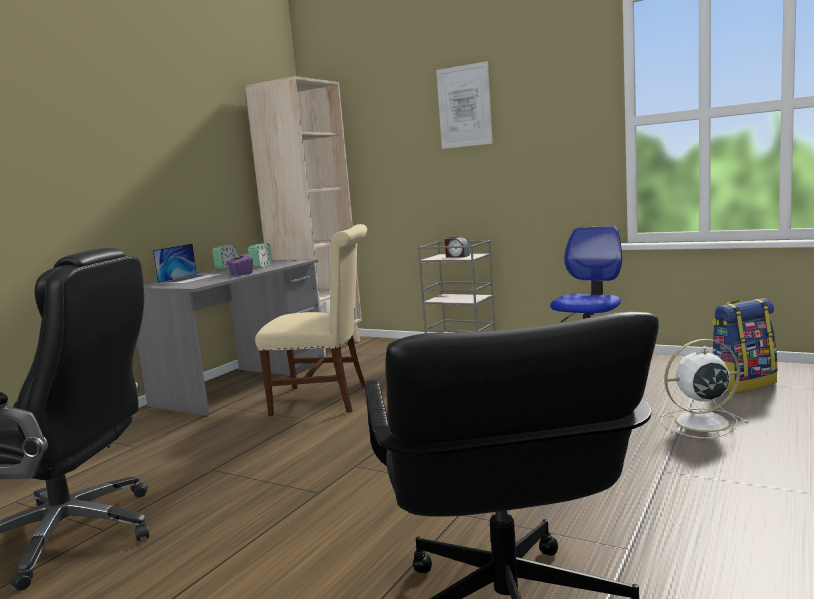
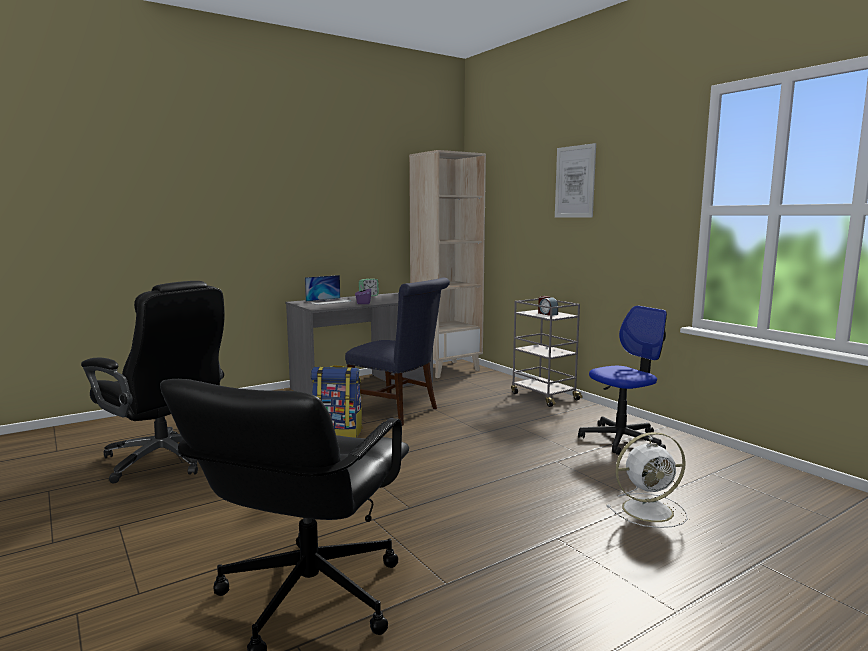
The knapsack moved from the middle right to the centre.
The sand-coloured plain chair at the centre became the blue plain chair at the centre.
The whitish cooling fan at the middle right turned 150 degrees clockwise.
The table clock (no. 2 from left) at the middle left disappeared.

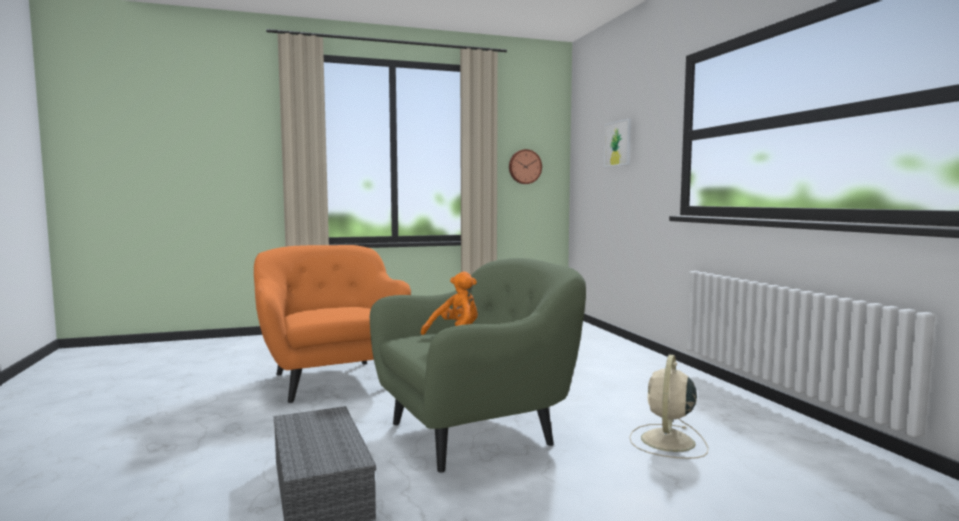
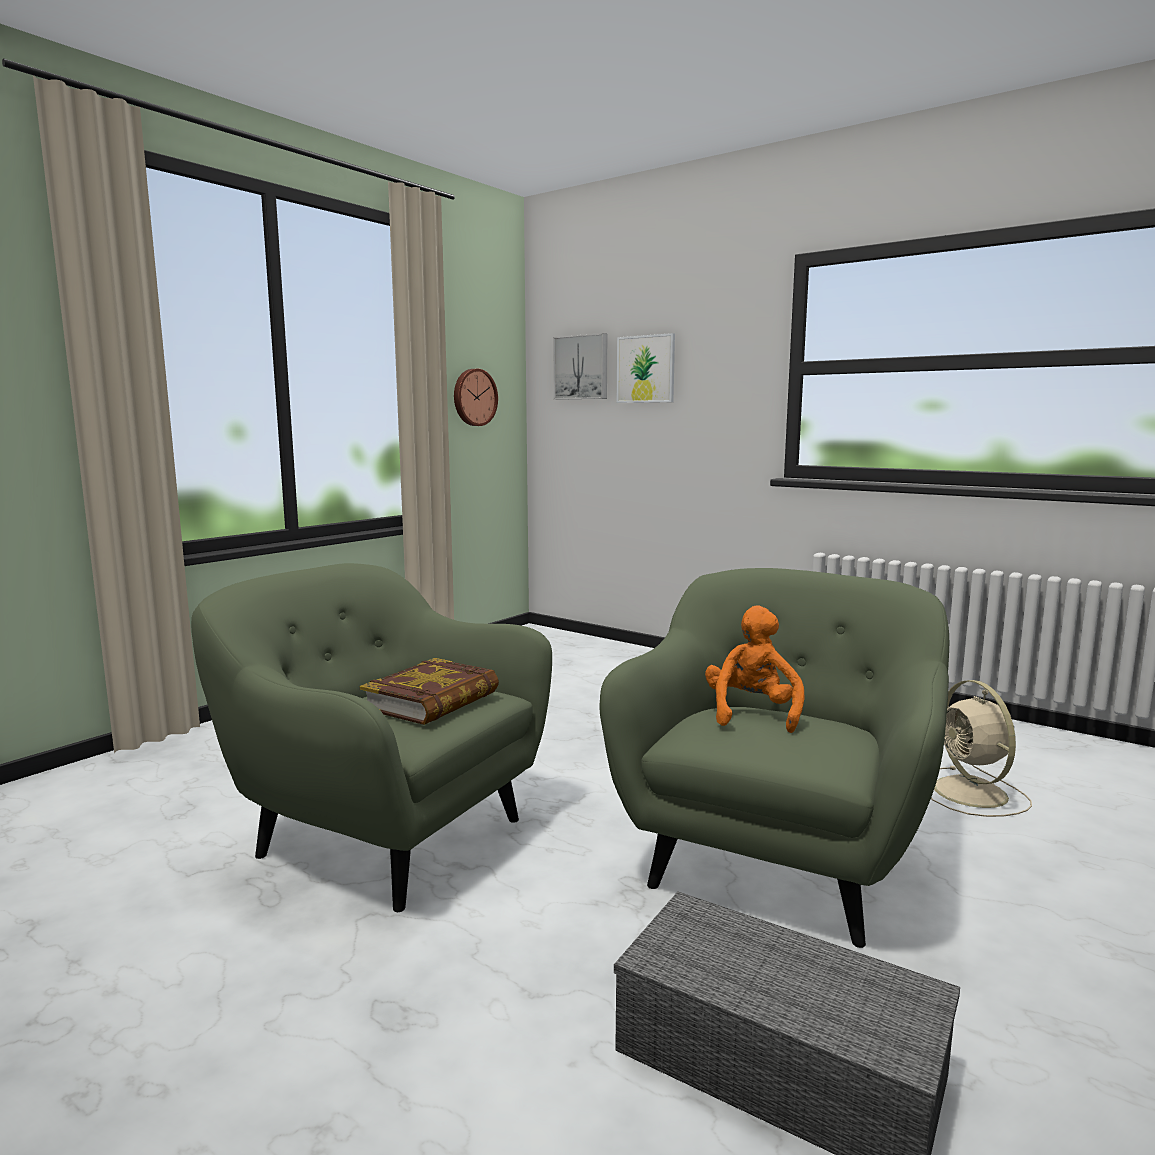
The orangey lounge chair at the centre became the green-coloured lounge chair (no. 1 from left) at the middle left.
The volume at the centre appeared.
The picture (no. 1 from left) at the top centre appeared.

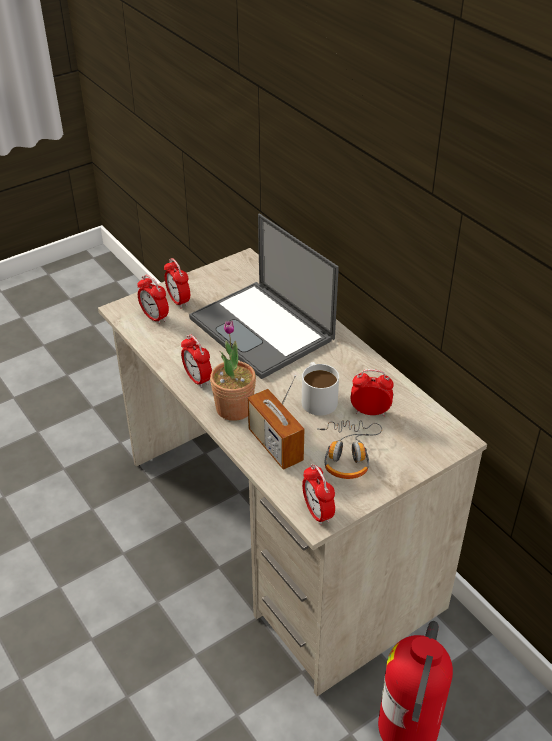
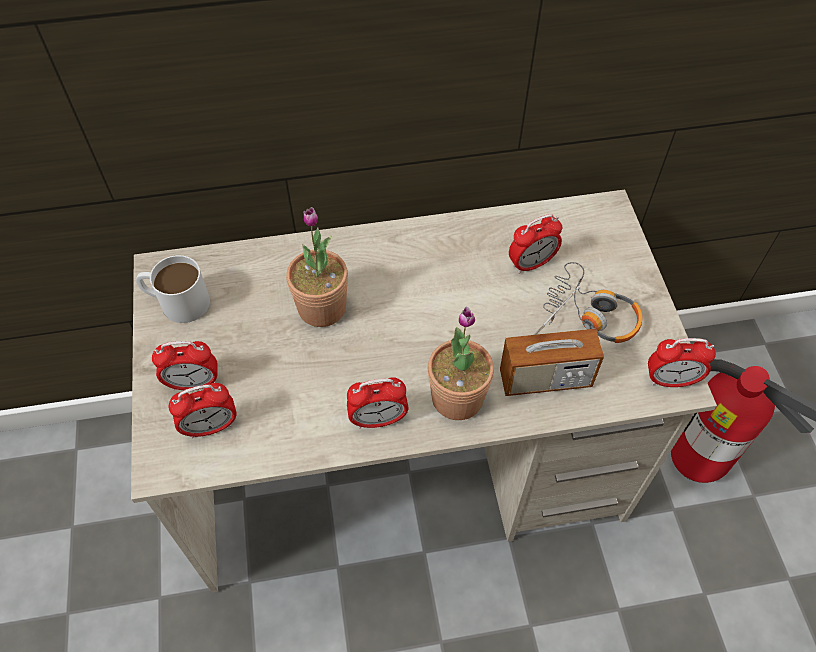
The whitish coffee mug moved from the centre to the middle left.
The laptop at the centre was replaced by the plant in a pot (no. 1 from left) at the centre.
The table clock (no. 5 from left in the first image) at the middle right turned 150 degrees counterclockwise.

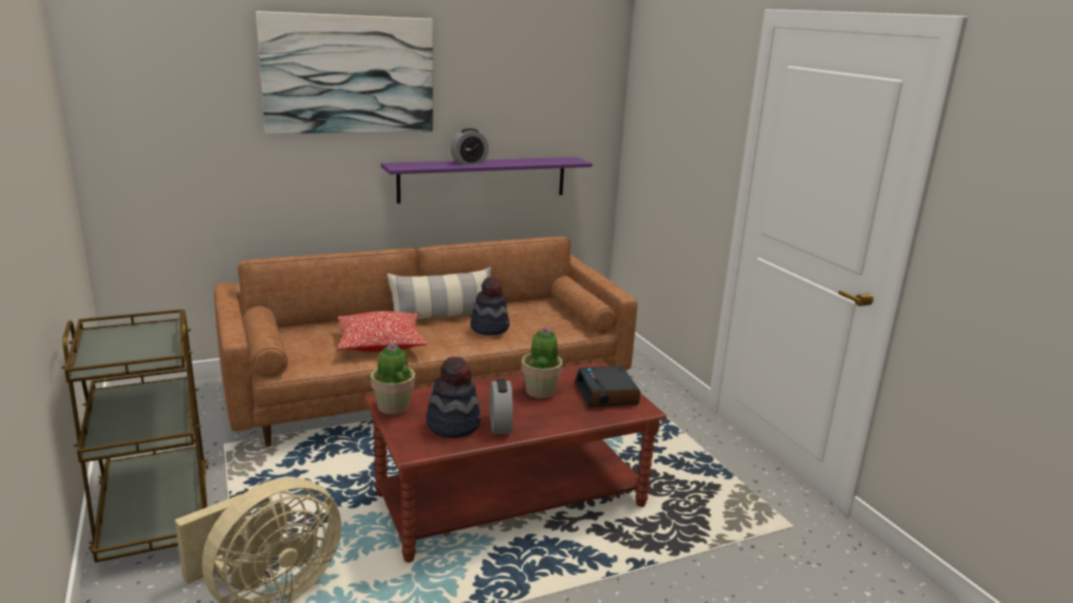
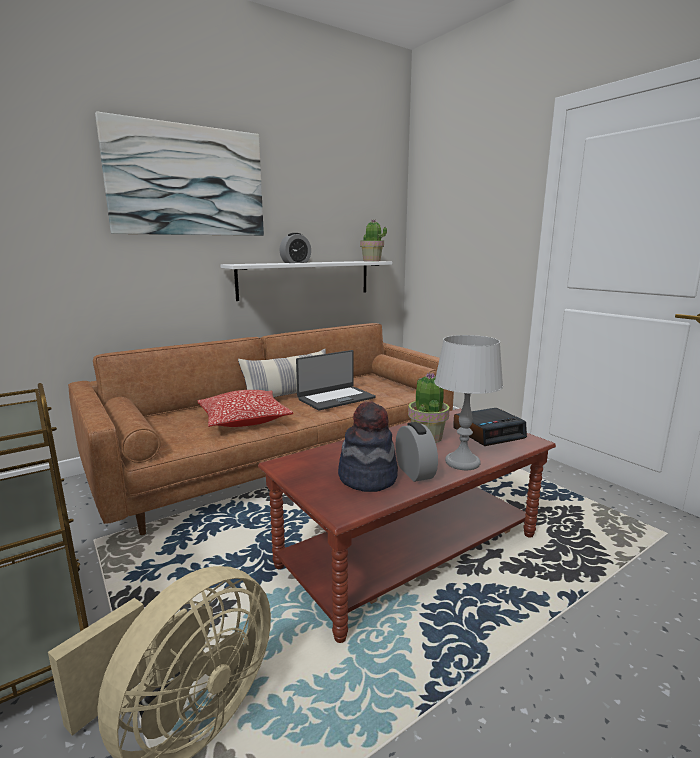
The purple bracket shelf at the top centre became the whitish bracket shelf at the centre.
The hat (no. 2 from left) at the centre was replaced by the laptop at the centre.
The plant in a pot (no. 1 from left) moved from the centre to the top centre.
The gray table lamp at the middle right appeared.
The table clock (no. 3 from left) at the centre turned 90 degrees counterclockwise.

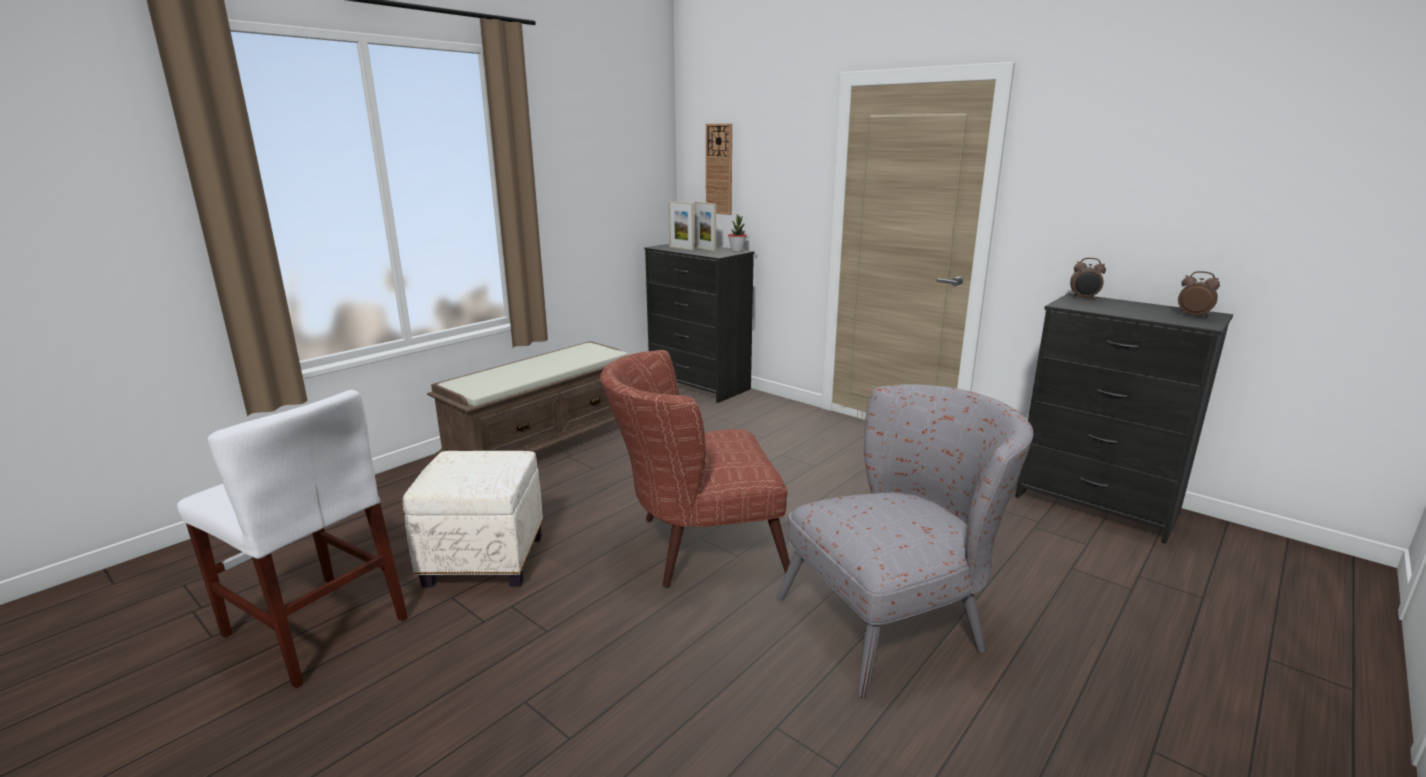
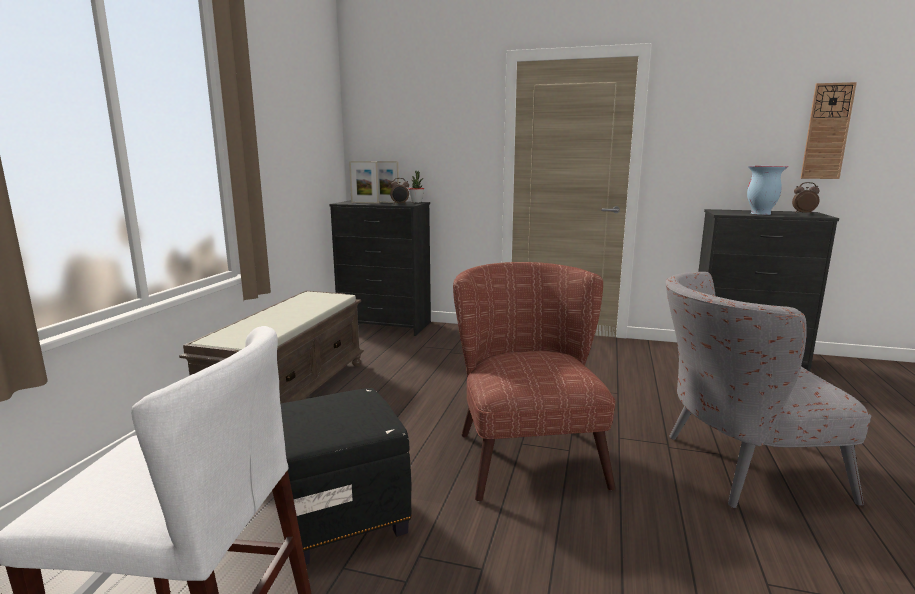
The whitish pouffe at the bottom left became the black-coloured pouffe at the bottom centre.
The table clock (no. 1 from left) moved from the middle right to the top centre.
The brown lounge chair at the centre turned 120 degrees clockwise.
The gray lounge chair at the bottom centre turned 135 degrees counterclockwise.
The decorative vase at the top right appeared.
The wall clock moved from the top centre to the top right.

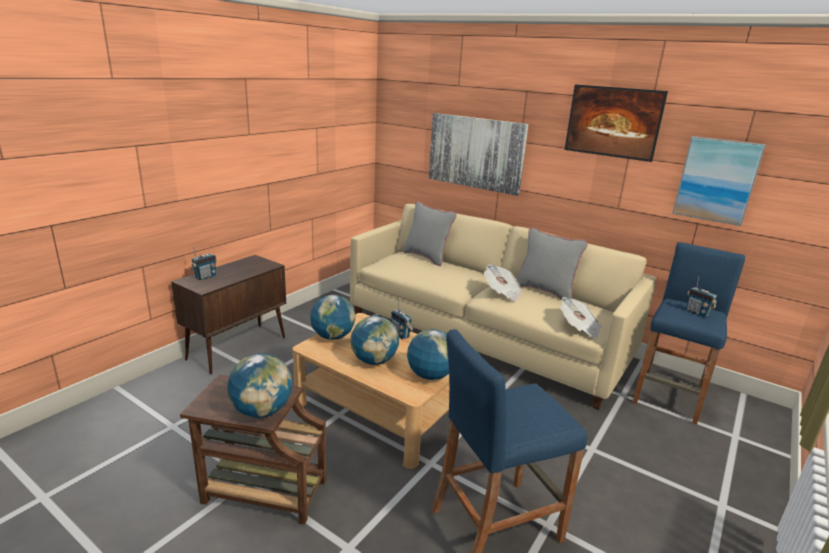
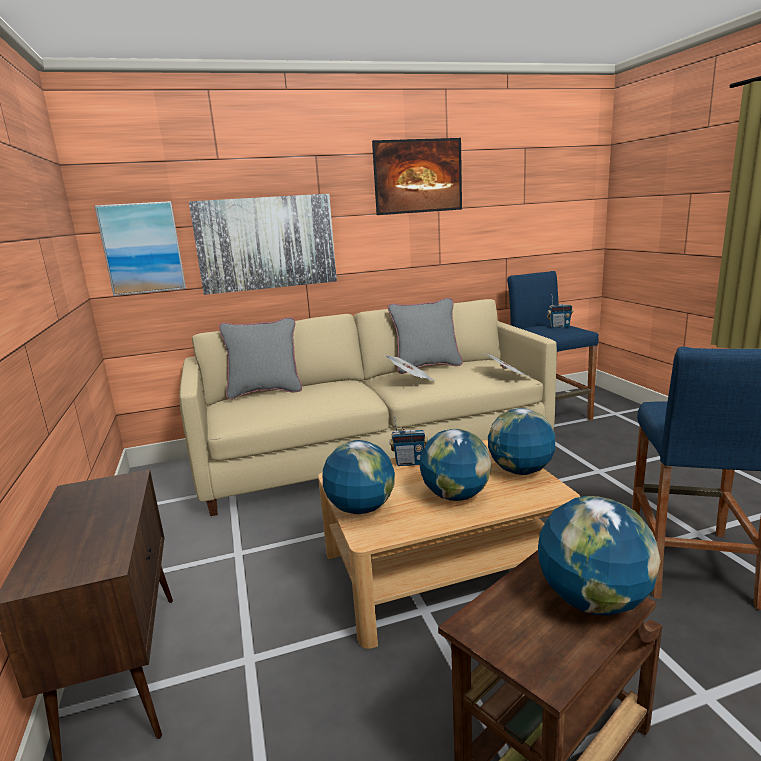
The picture (no. 3 from left in the first image) moved from the top right to the top left.
The radio receiver (no. 1 from left) at the middle left disappeared.

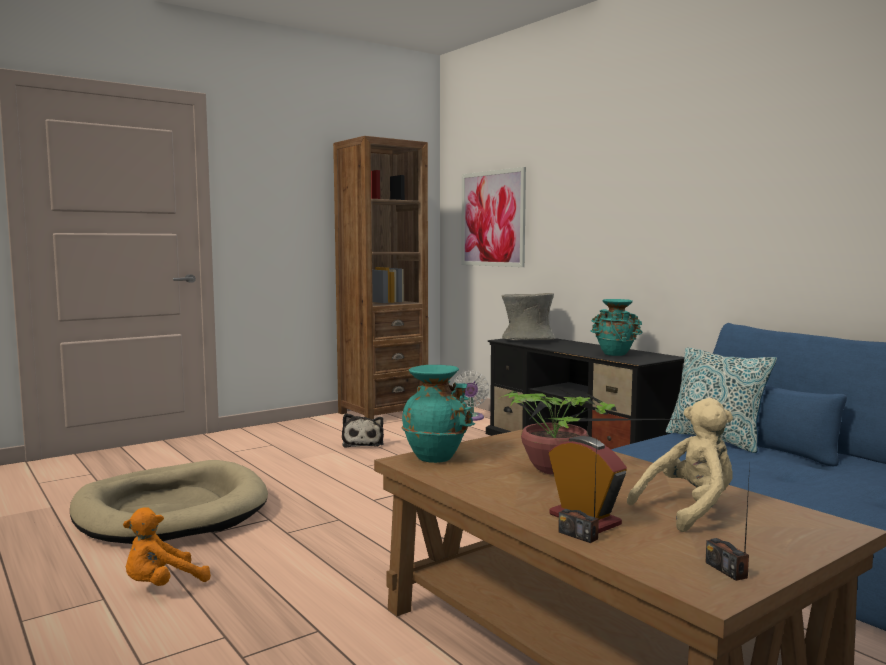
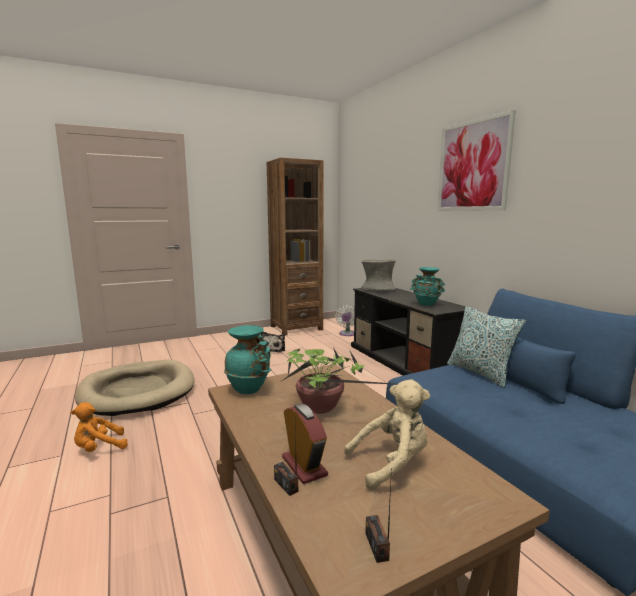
The picture moved from the top centre to the top right.

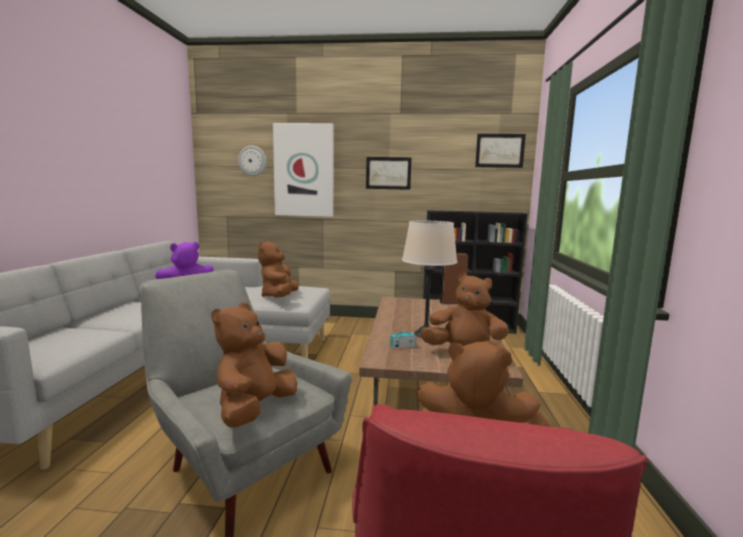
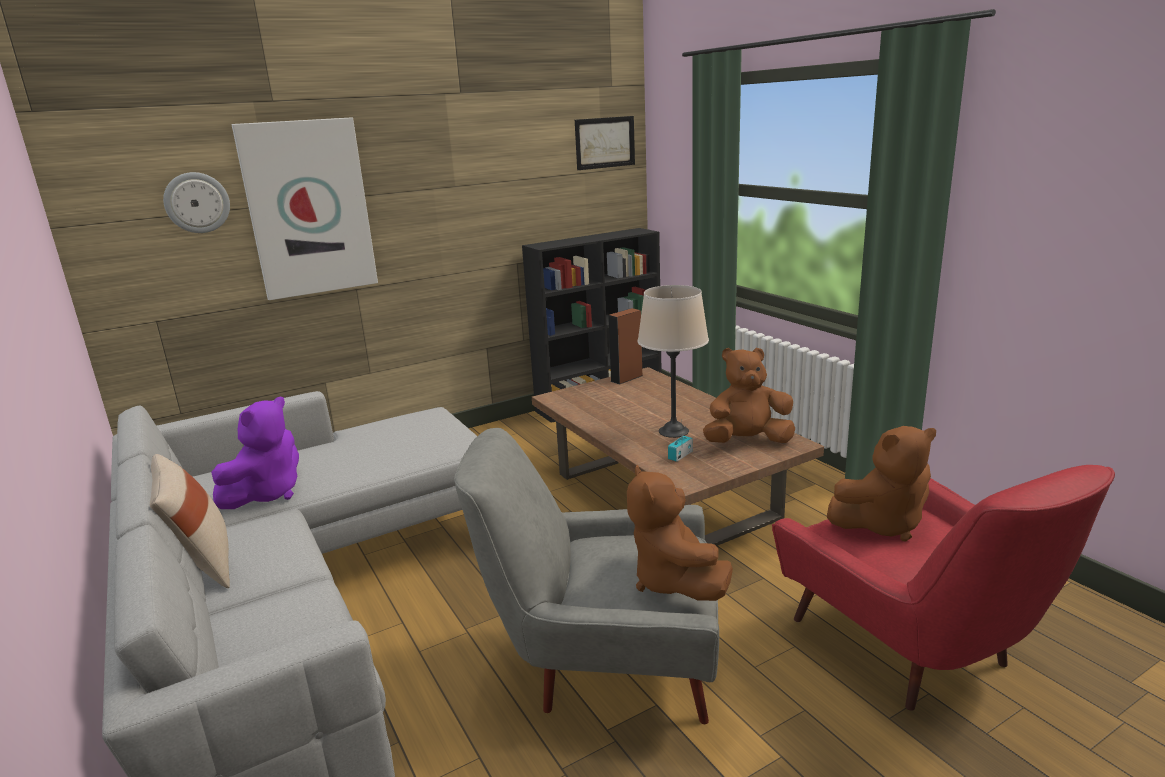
The sand-coloured cushion at the bottom left appeared.
The brown cuddly toy (no. 2 from left) at the centre disappeared.
The picture (no. 2 from left) at the top centre disappeared.

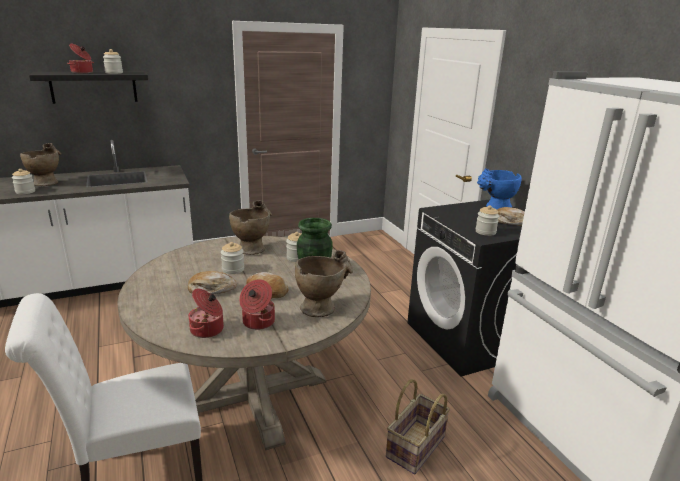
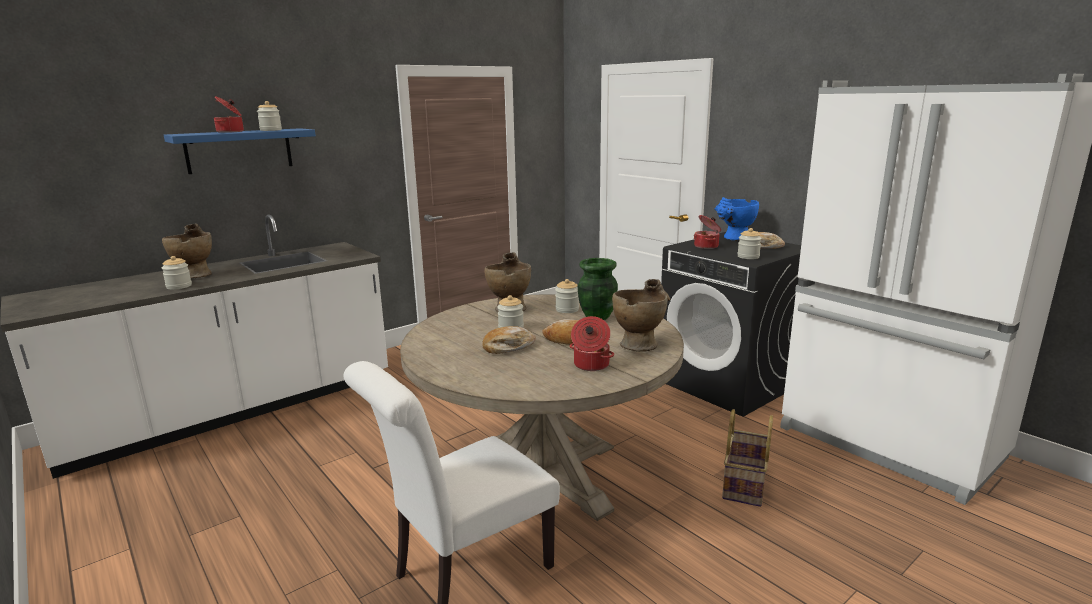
The black-coloured bracket shelf at the top left became the blue bracket shelf at the top left.
The stockpot (no. 2 from left in the first image) moved from the middle left to the centre.

